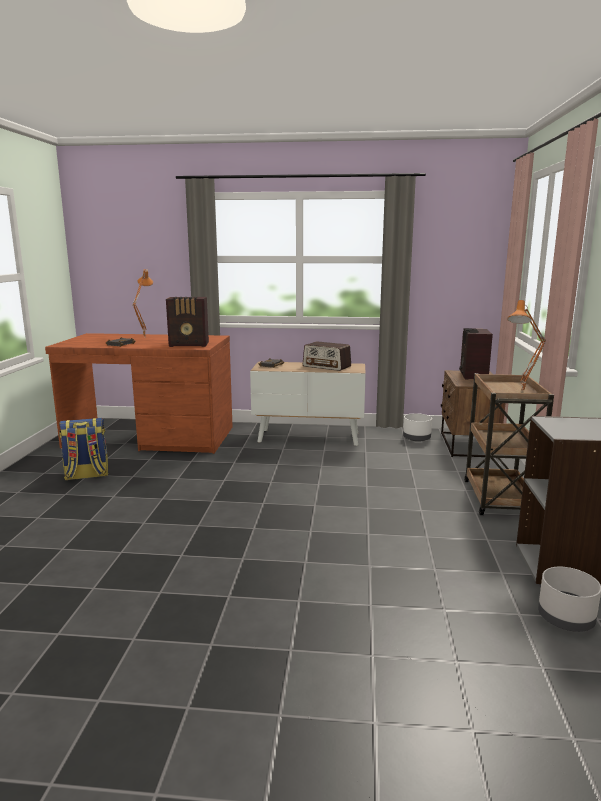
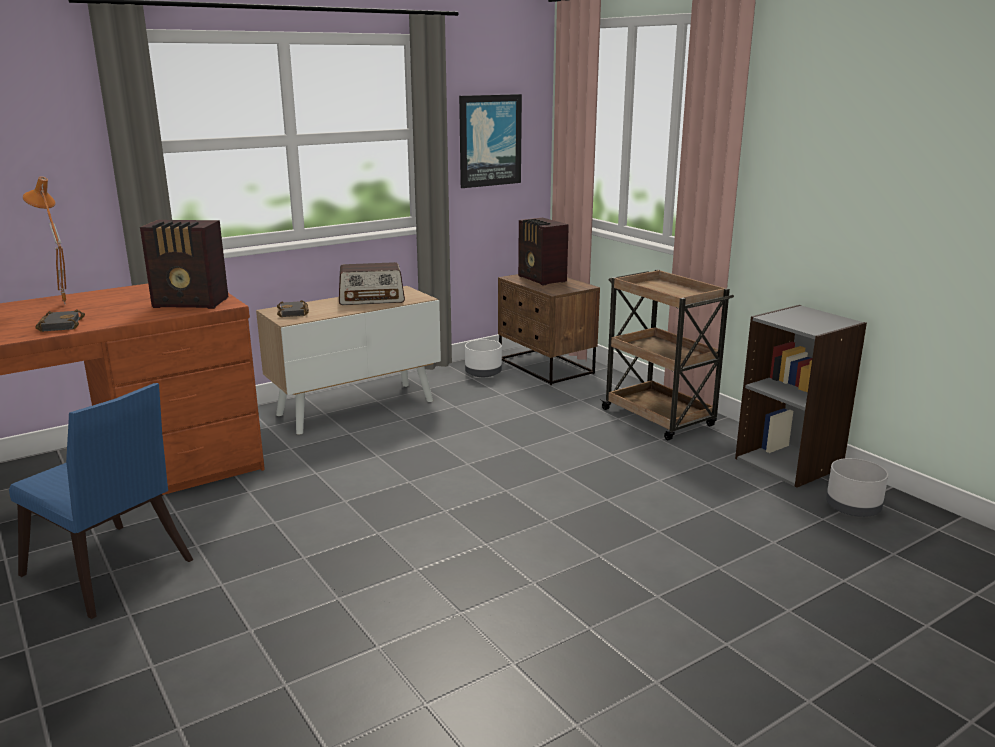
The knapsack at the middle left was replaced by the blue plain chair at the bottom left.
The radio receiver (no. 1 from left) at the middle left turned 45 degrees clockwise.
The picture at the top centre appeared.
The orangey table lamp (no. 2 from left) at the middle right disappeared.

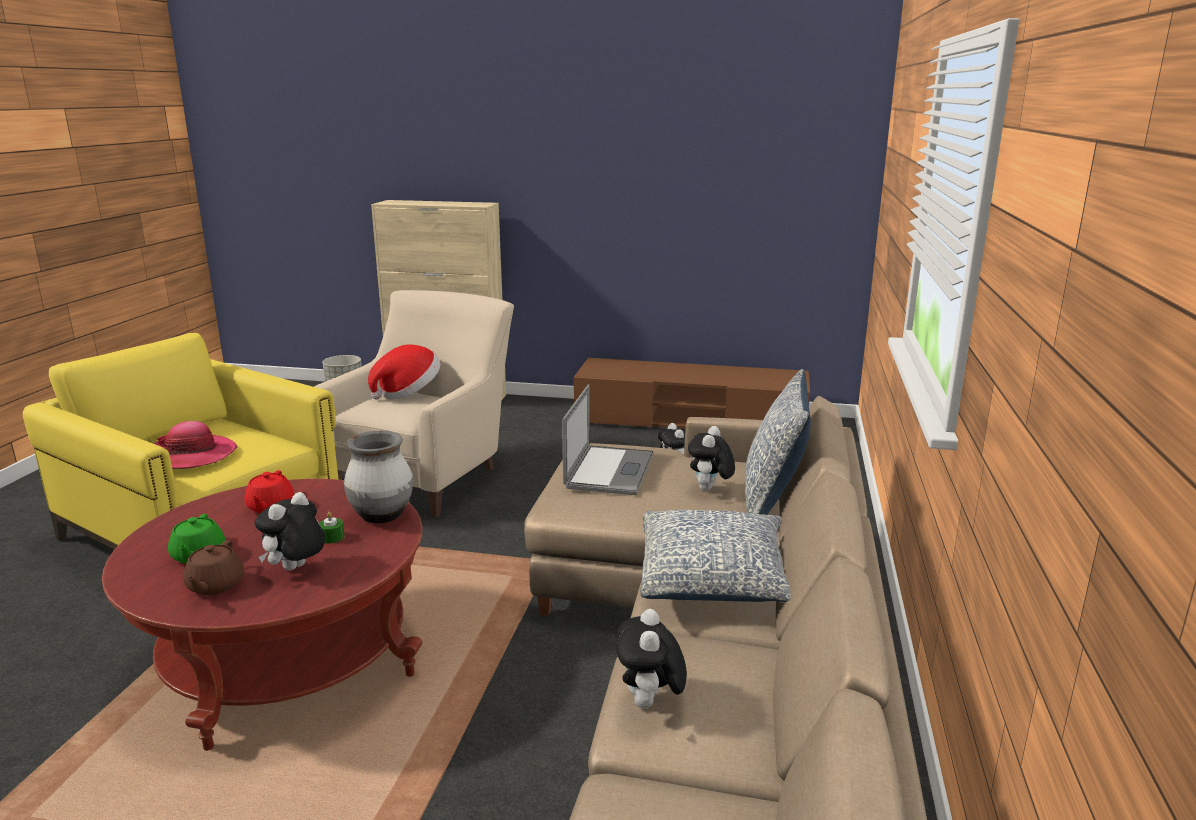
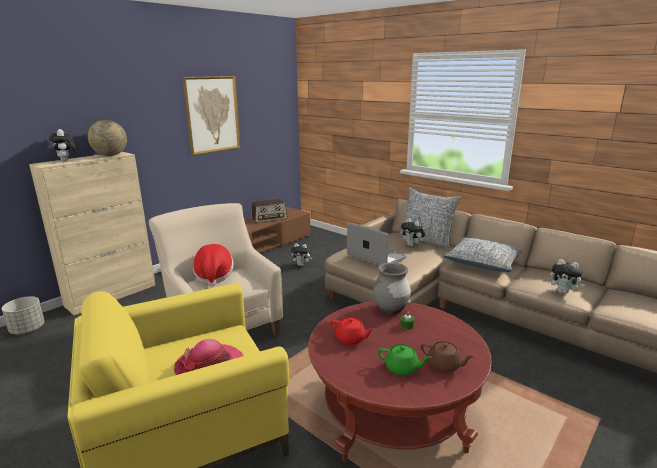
The cuddly toy (no. 1 from left) moved from the middle left to the top left.
The world globe at the top left appeared.
The picture at the top left appeared.
The radio receiver at the centre appeared.

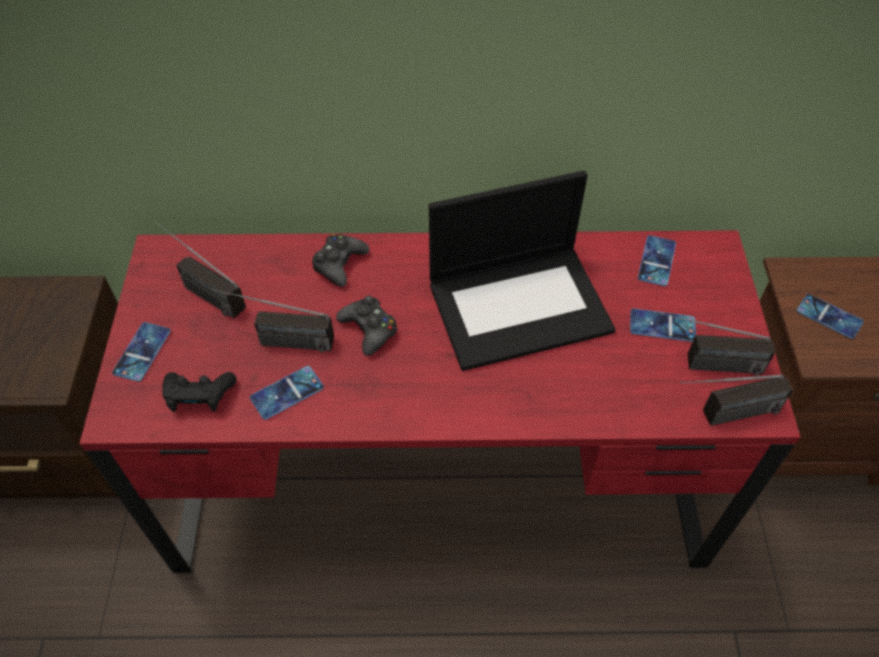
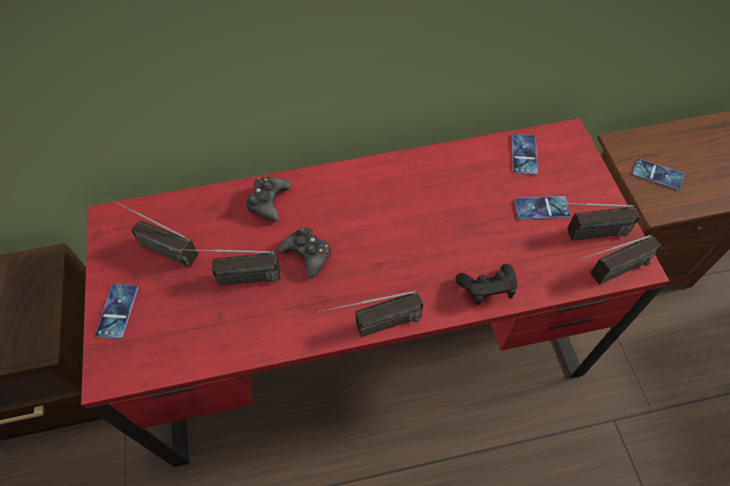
The radio receiver (no. 3 from left) at the centre appeared.
The black-coloured joypad (no. 1 from left in the first image) moved from the middle left to the centre.
The telephone (no. 2 from left) at the middle left disappeared.
The laptop at the centre disappeared.

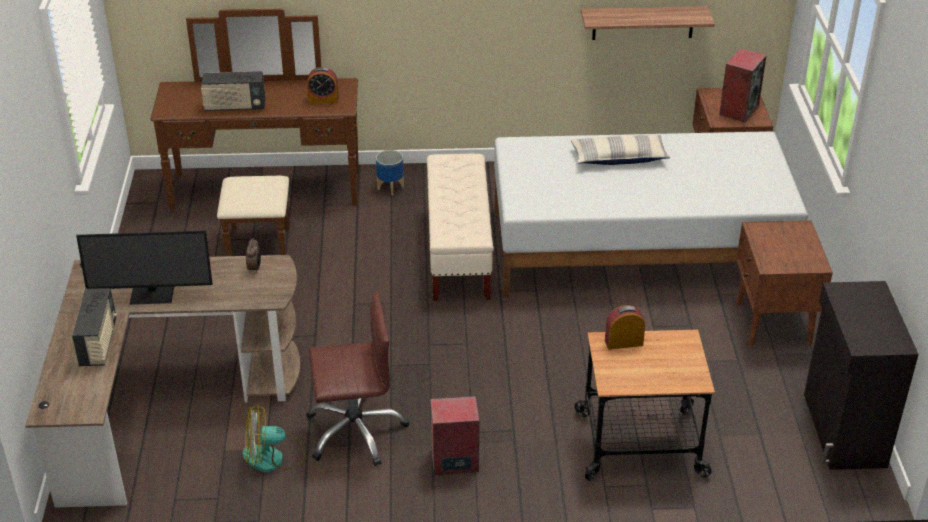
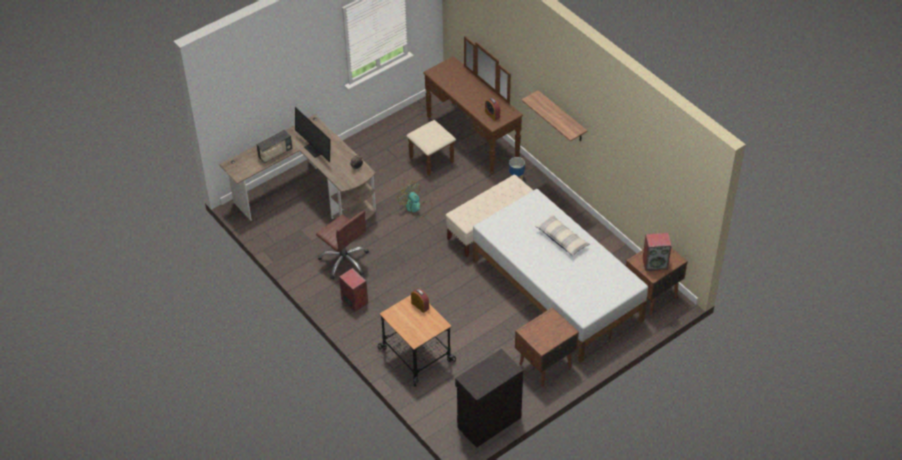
The cooling fan moved from the bottom left to the centre.
The bracket shelf moved from the top right to the top centre.
The radio receiver (no. 2 from left) at the top left disappeared.

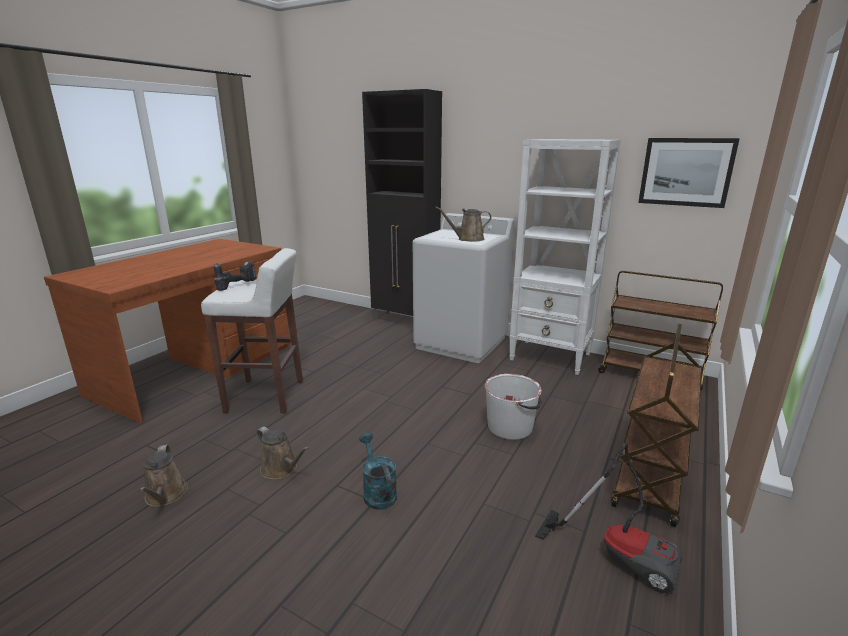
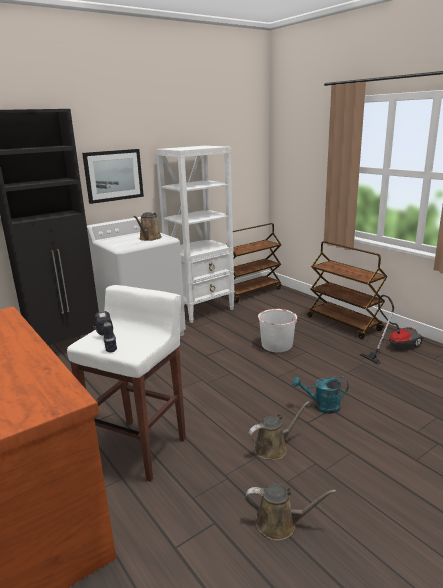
The picture moved from the top right to the top left.

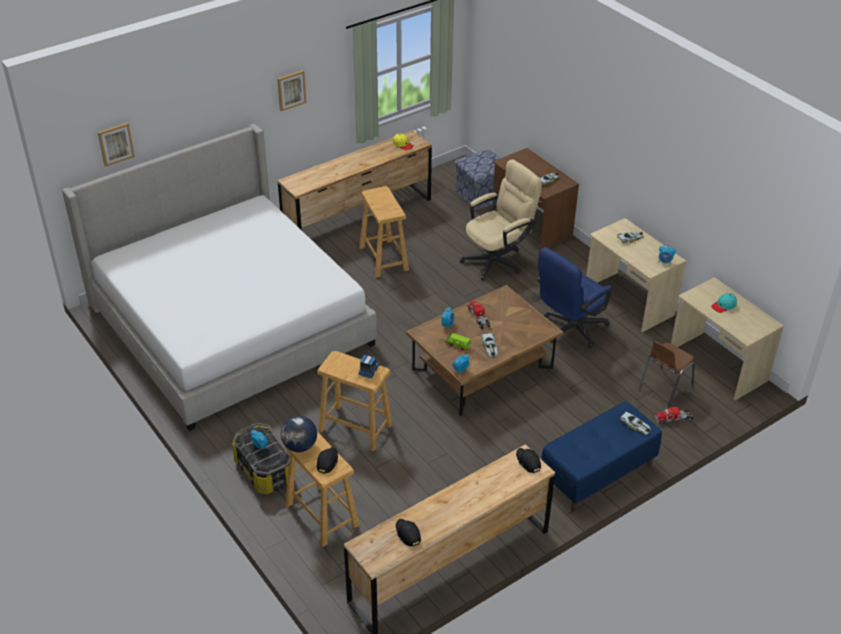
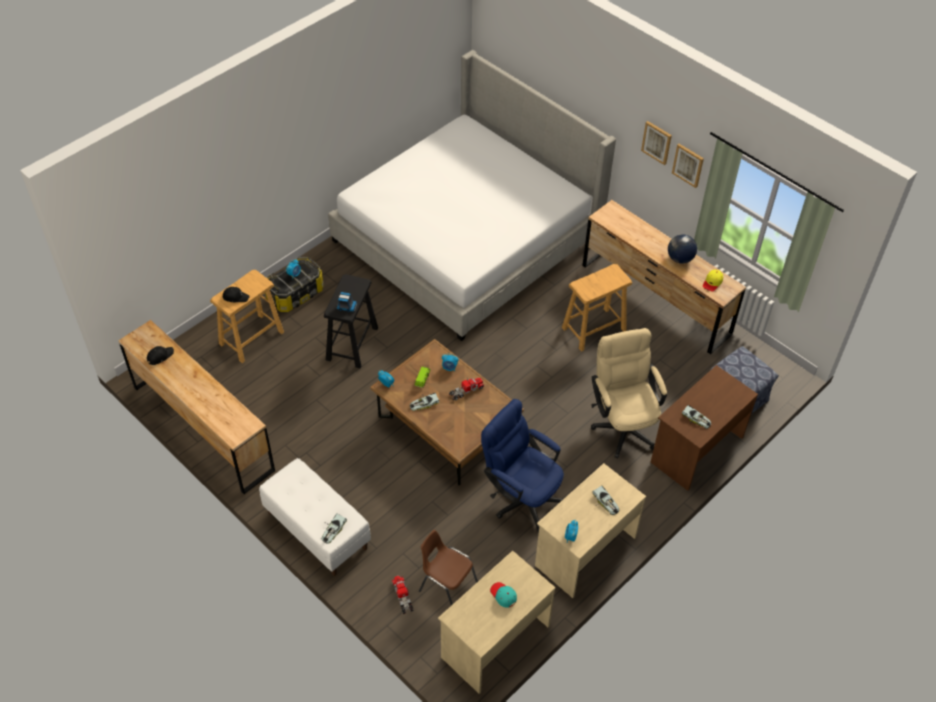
The blue indoor bench at the bottom right became the whitish indoor bench at the bottom centre.
The sand-coloured sitting stool (no. 2 from left) at the centre became the black-coloured sitting stool at the centre.
The sand-coloured computer chair at the centre turned 150 degrees counterclockwise.
The world globe moved from the bottom centre to the middle right.
The picture (no. 1 from left in the first image) moved from the top left to the top right.
The black-coloured baseball cap (no. 3 from left) at the bottom centre disappeared.

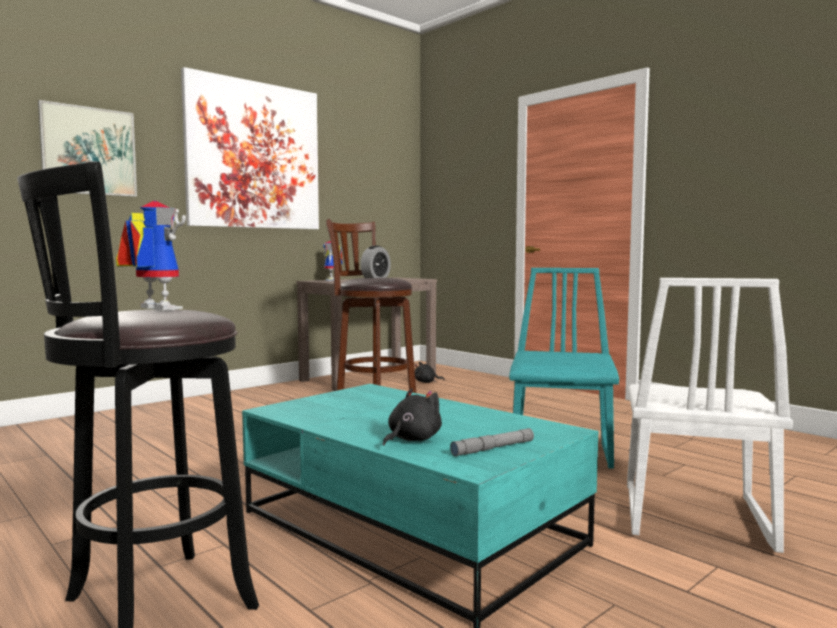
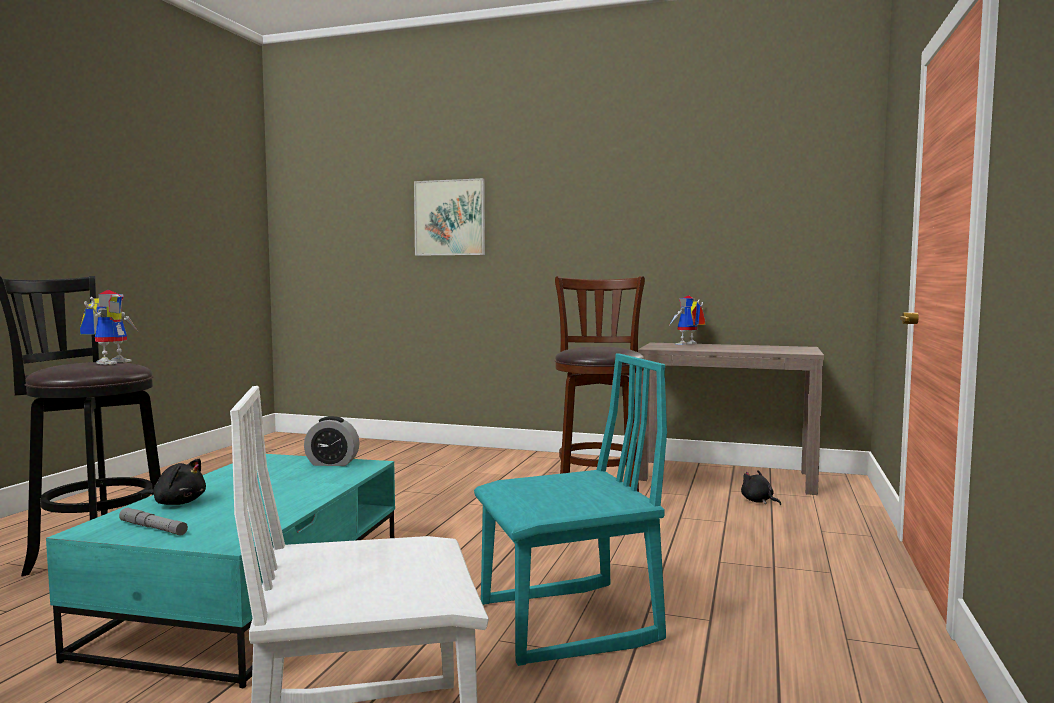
The table clock moved from the centre to the middle left.
The picture (no. 2 from left) at the top left disappeared.

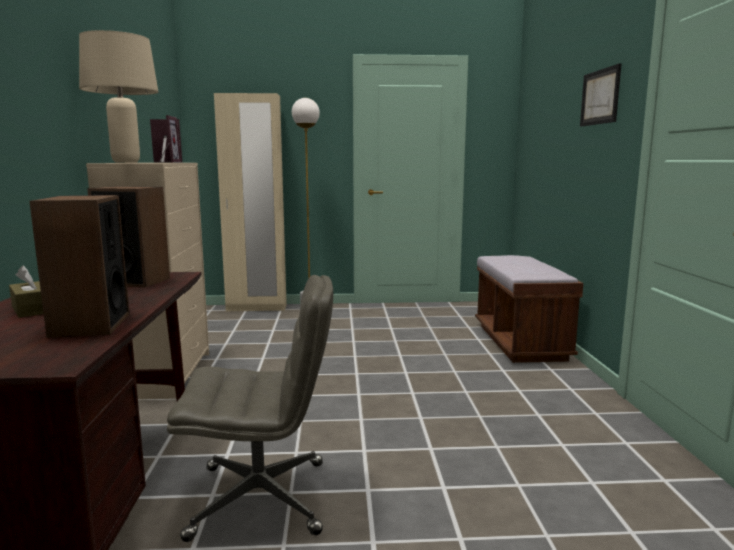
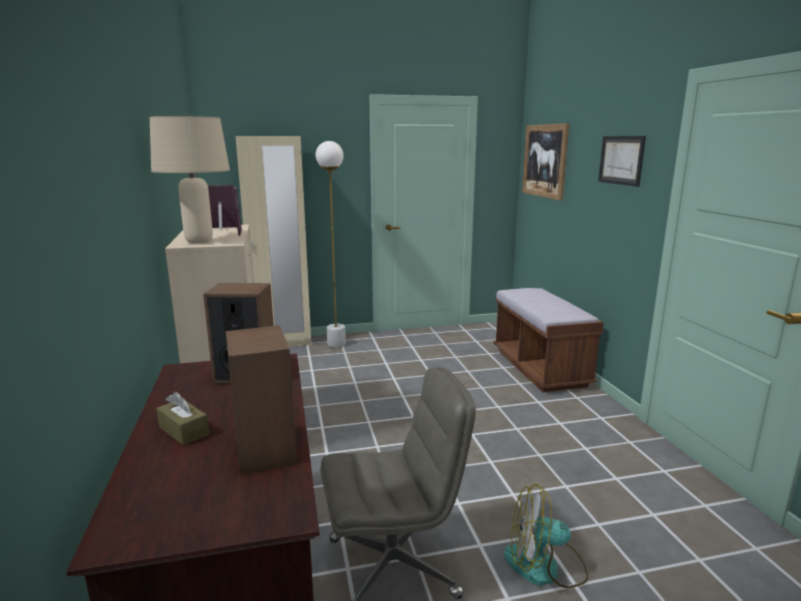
The cooling fan at the bottom right appeared.
The picture (no. 1 from left) at the top right appeared.

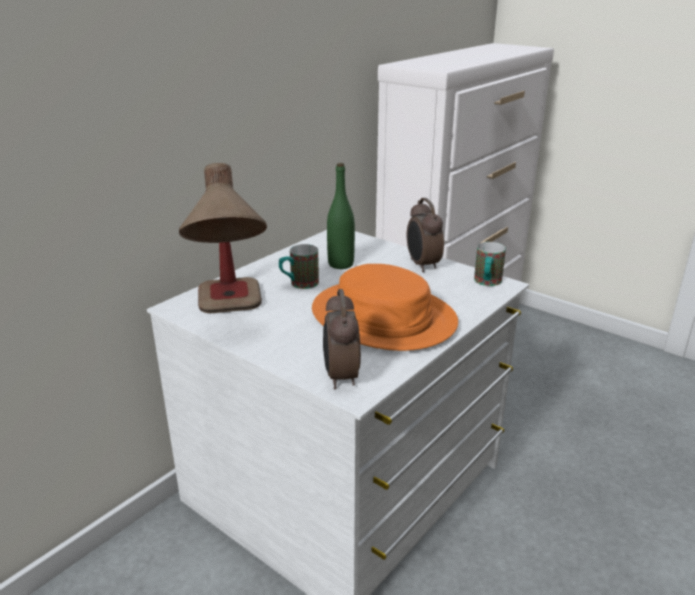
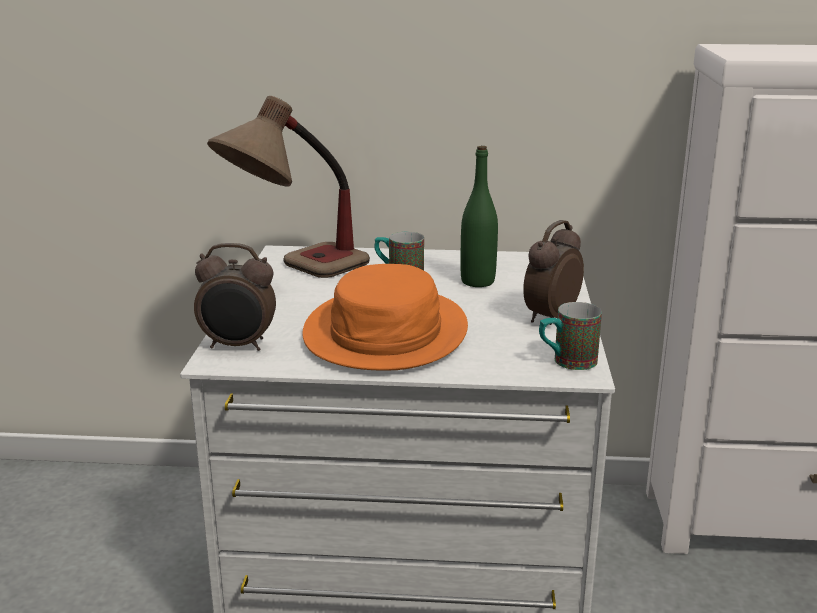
The table clock (no. 1 from left) at the centre turned 135 degrees counterclockwise.

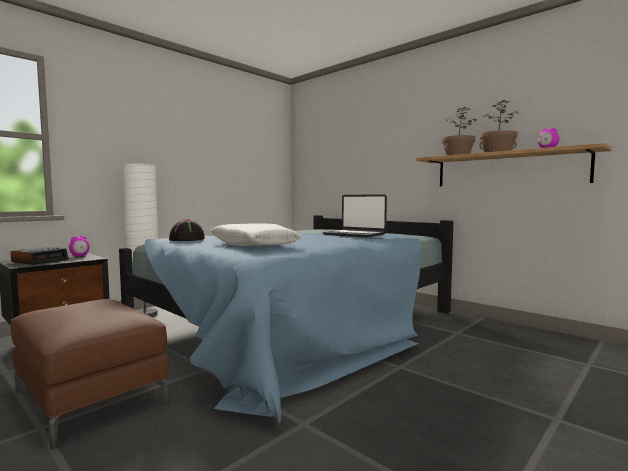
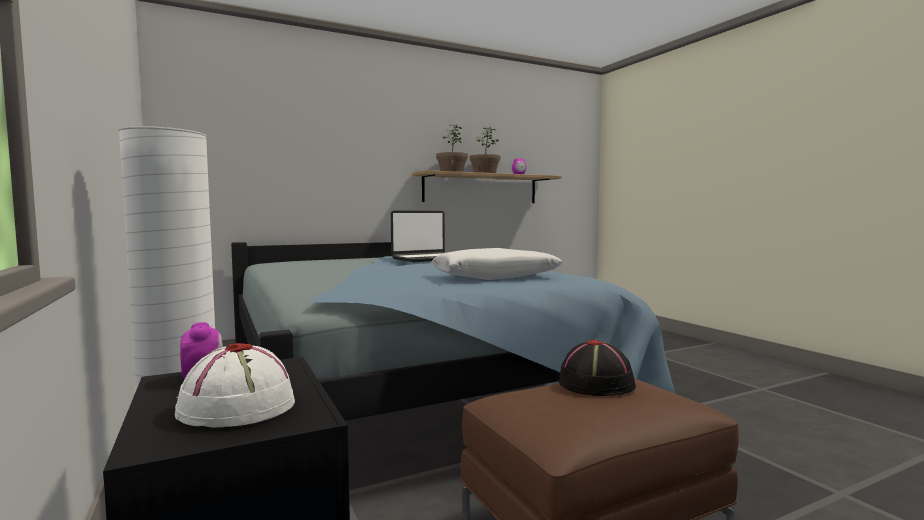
The table clock (no. 1 from left) at the middle left was replaced by the whitish hat at the bottom left.
The black-coloured hat moved from the middle left to the bottom centre.

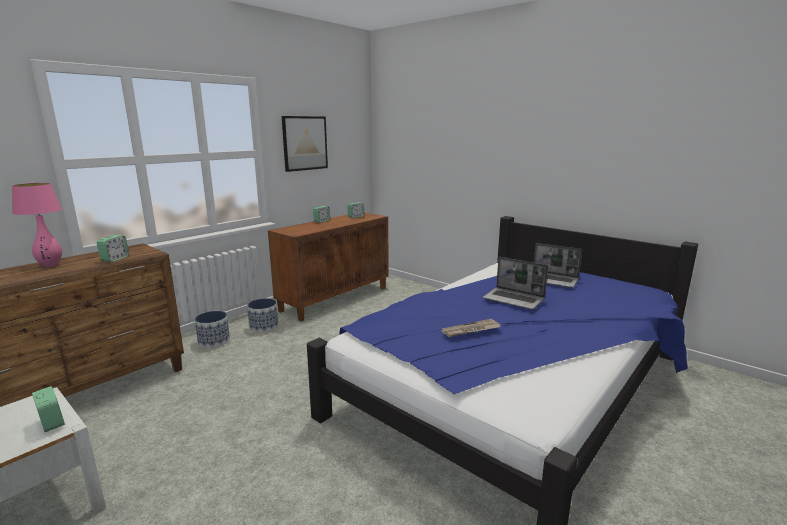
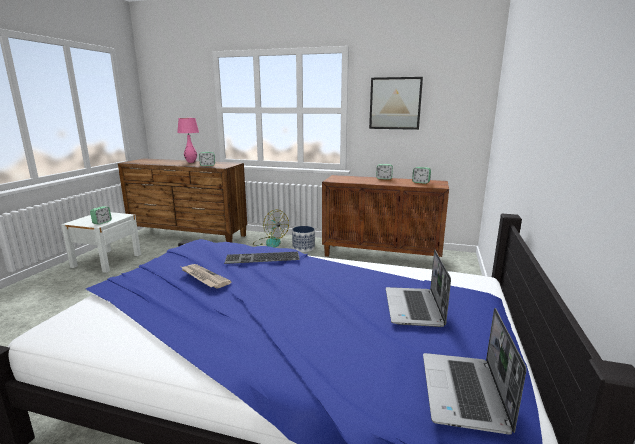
The PC keyboard at the centre appeared.
The flower pot (no. 1 from left) at the middle left was replaced by the cooling fan at the centre.
The laptop (no. 1 from left in the first image) moved from the centre to the bottom right.

